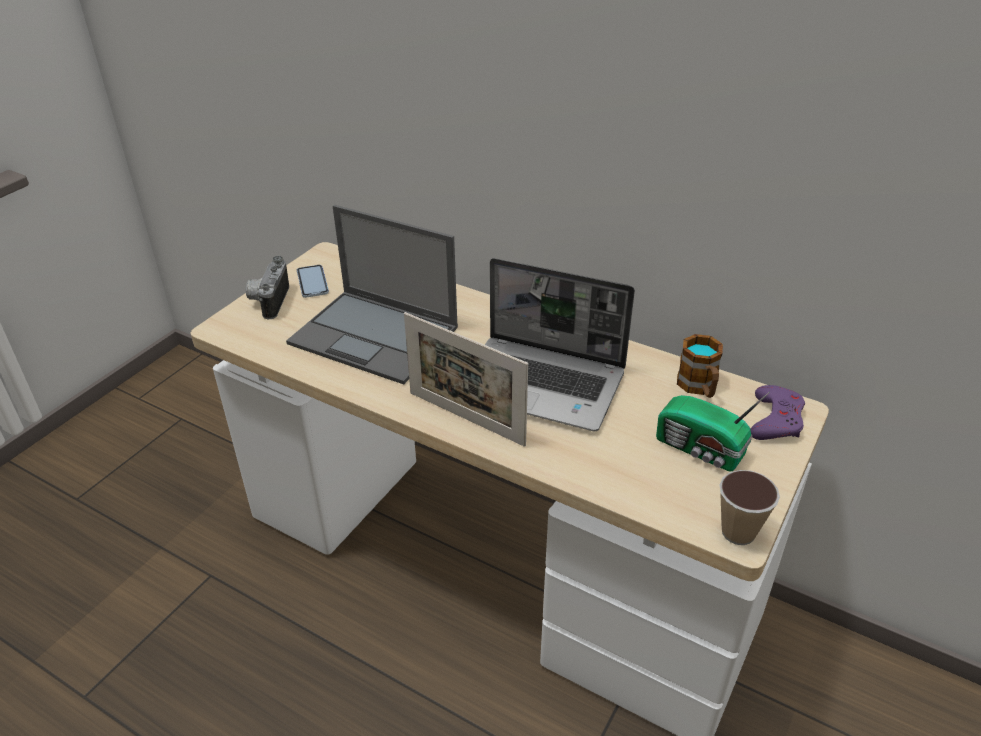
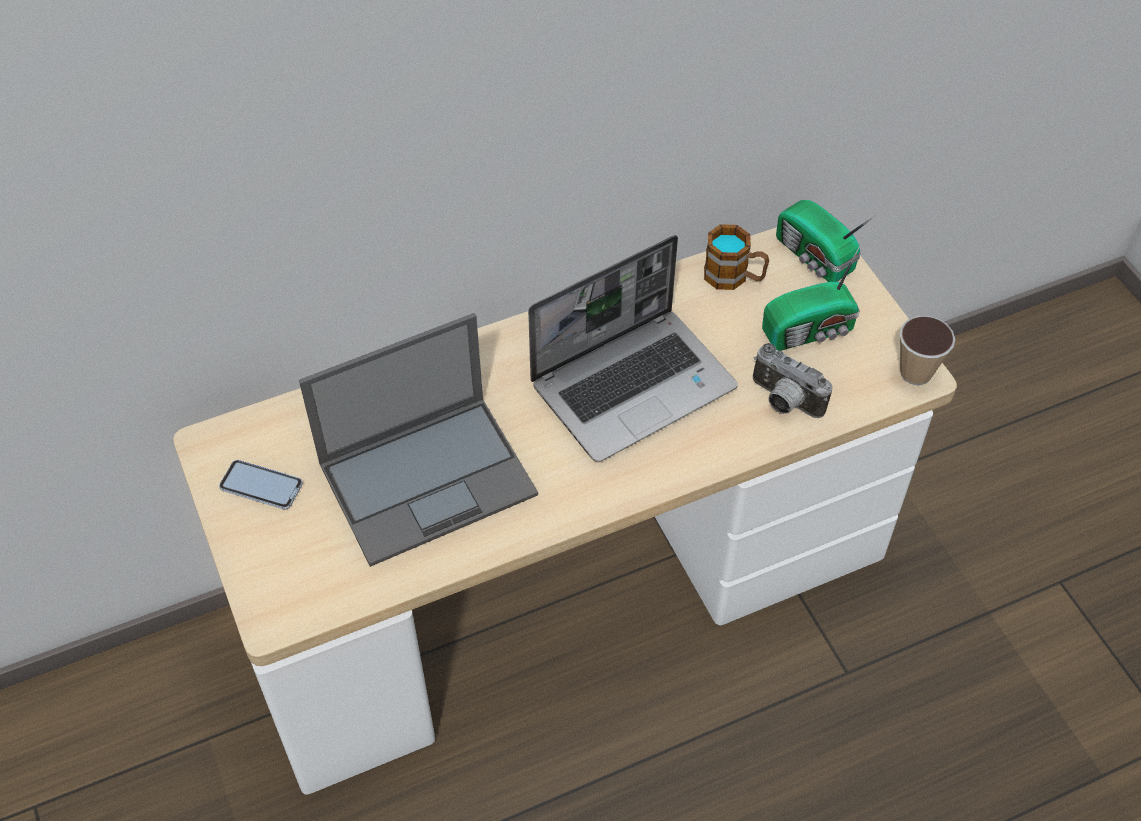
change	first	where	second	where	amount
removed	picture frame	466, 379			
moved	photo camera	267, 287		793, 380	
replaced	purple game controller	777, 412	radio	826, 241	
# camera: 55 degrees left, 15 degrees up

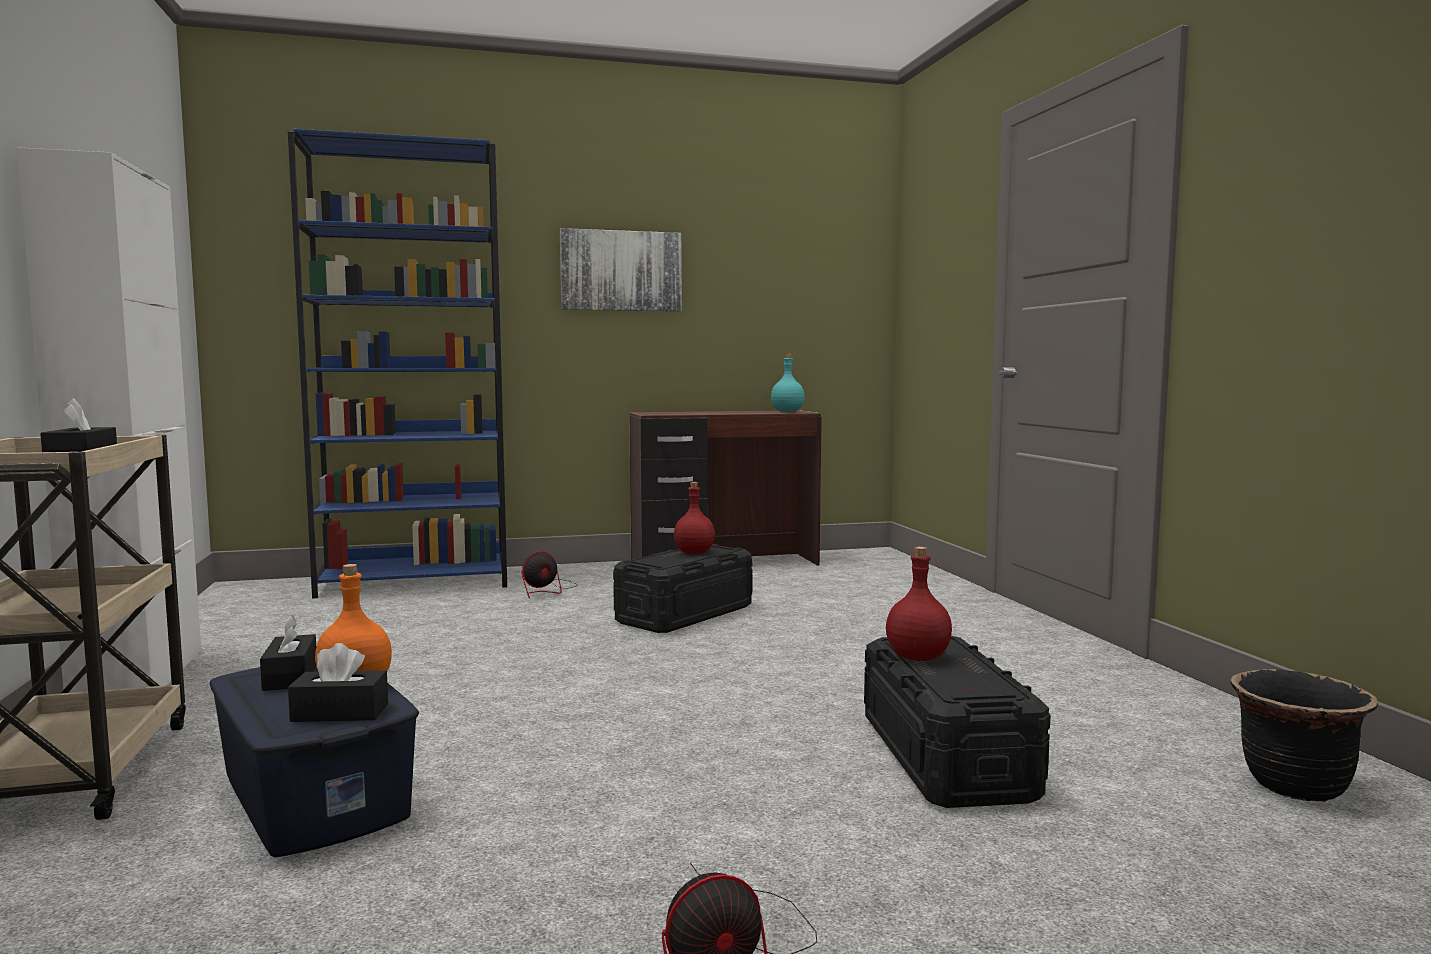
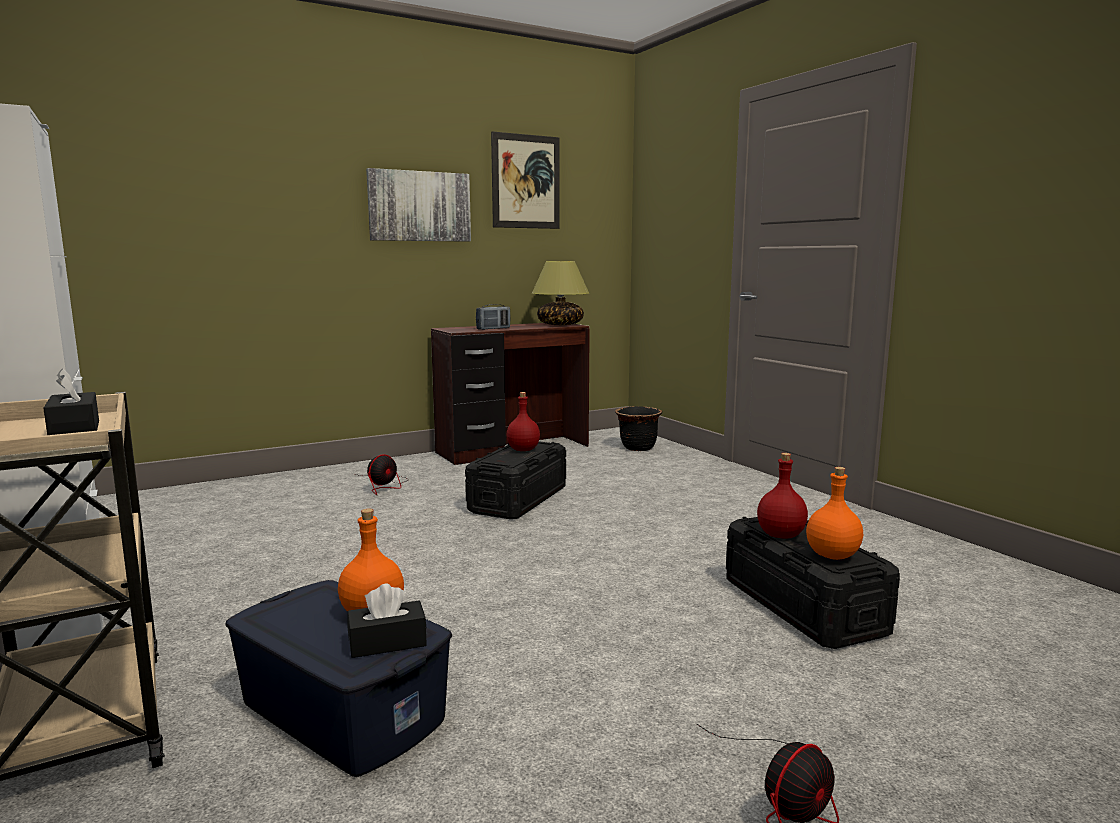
change	first	where	second	where	amount
removed	black tissue box	288, 653			
removed	blue bookcase	397, 364			
added			radio	493, 317	
added			picture	525, 180	
added			orange bottle	834, 513	
moved	black planter	1304, 735		638, 428	
replaced	turquoise bottle	788, 382	table lamp	560, 293	
# camera: 15 degrees left, 5 degrees up

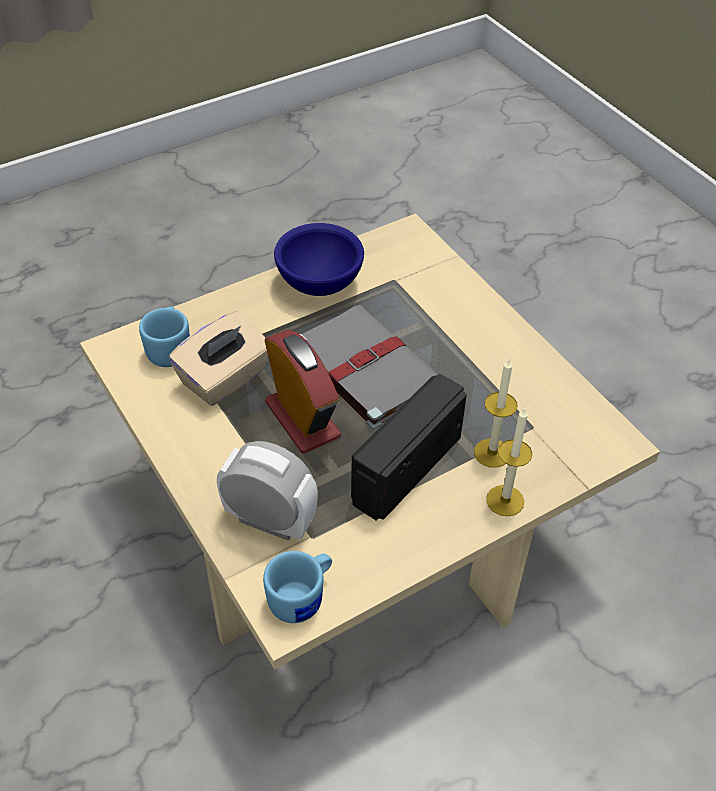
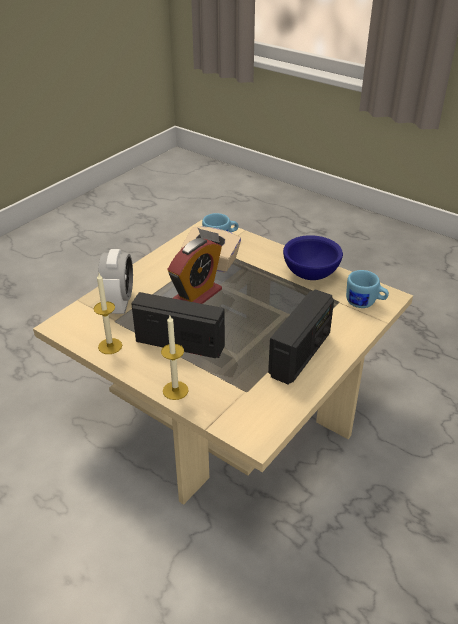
change	first	where	second	where	amount
removed	grey book	369, 367			
added			radio	301, 337	
moved	blue mug	297, 587		367, 289	
moved	candle	496, 413		108, 313	
# camera: 70 degrees right, 10 degrees down

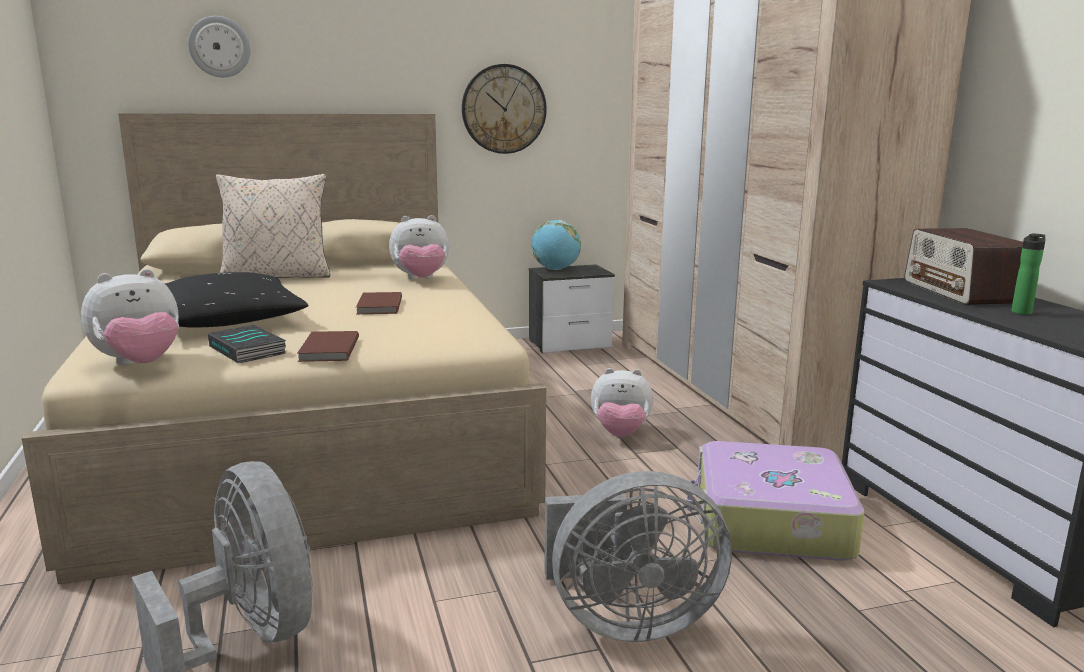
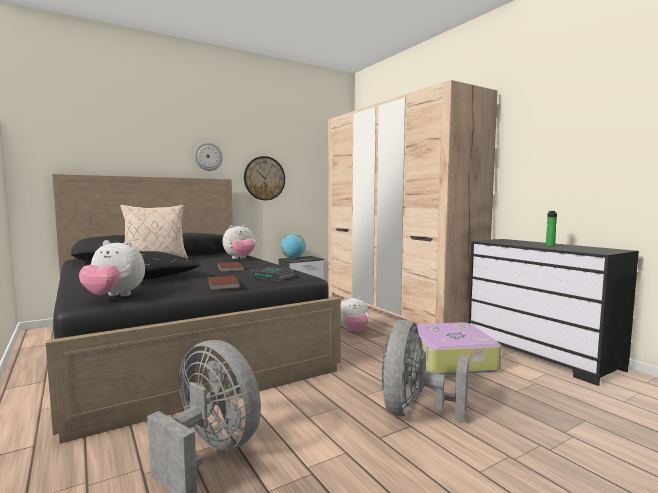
change	first	where	second	where	amount
removed	radio	963, 266			
moved	wall clock	219, 46		208, 156	
moved	book	246, 344		273, 274	
recoloured	beige bed	284, 348	black bed	193, 309	
turned	plush toy	130, 317		112, 268	60 degrees clockwise
turned	grey fan	638, 556		425, 370	135 degrees clockwise
# camera: 15 degrees left, 10 degrees down

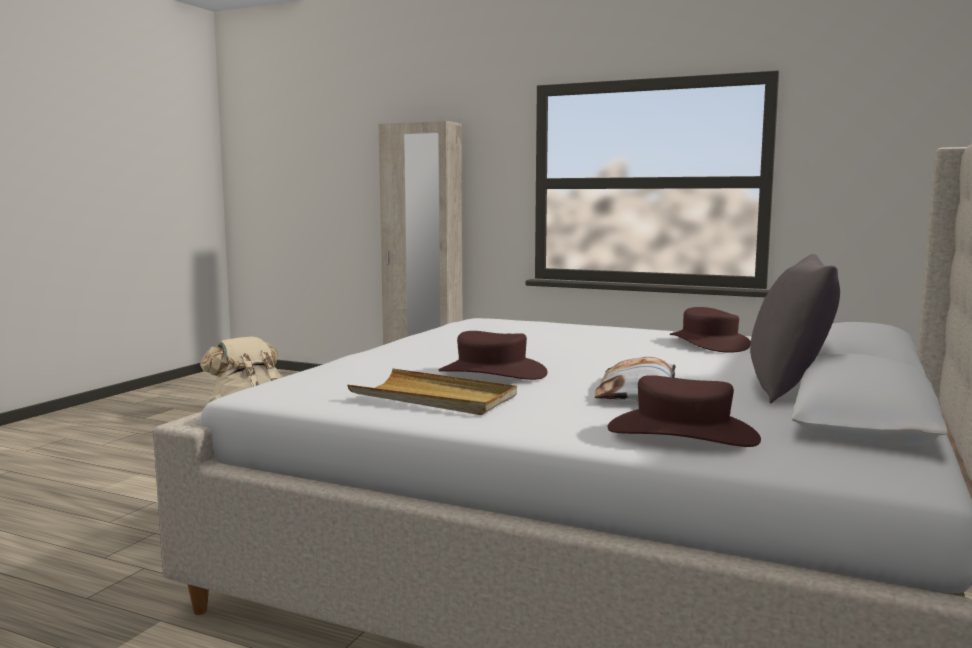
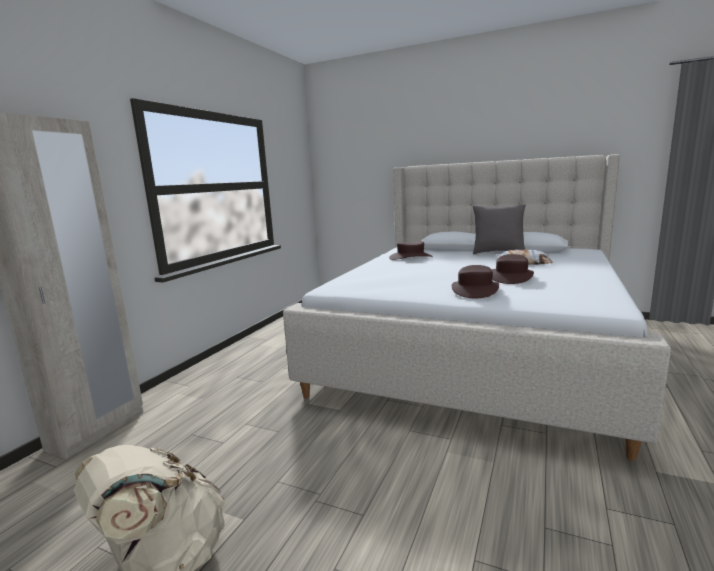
change	first	where	second	where	amount
removed	beige tray	432, 391			
moved	brown hat	684, 411		475, 281	
# camera: 90 degrees left, 5 degrees up

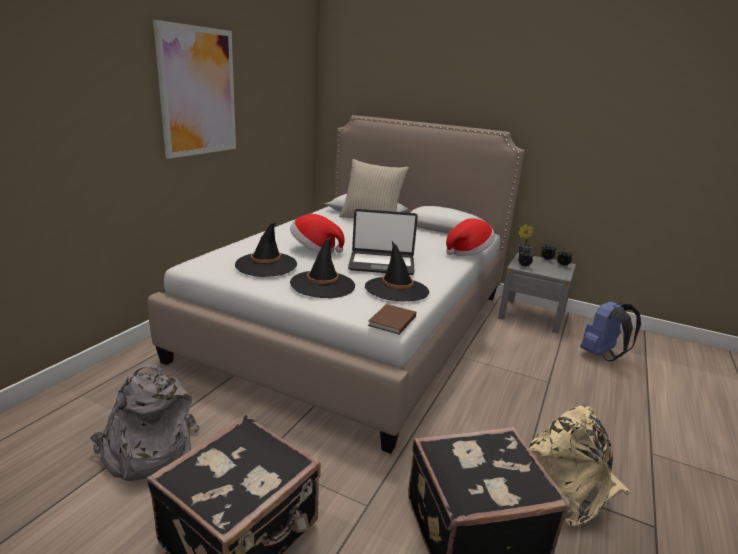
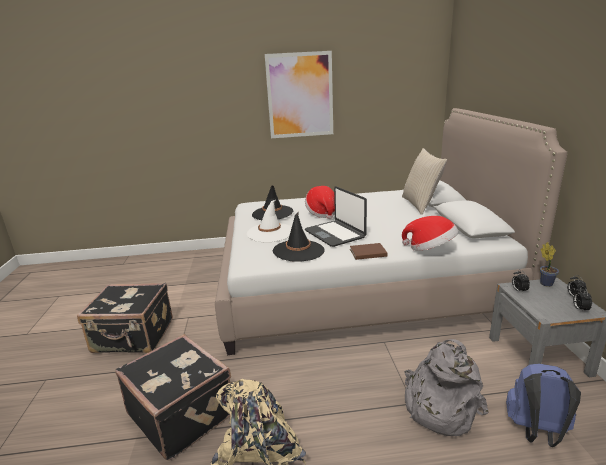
change	first	where	second	where	amount
moved	grey backpack	144, 422		447, 387	
moved	brown book	392, 319		369, 251	
recoloured	black hat	322, 267	white hat	269, 221	
# camera: 60 degrees right, 0 degrees up

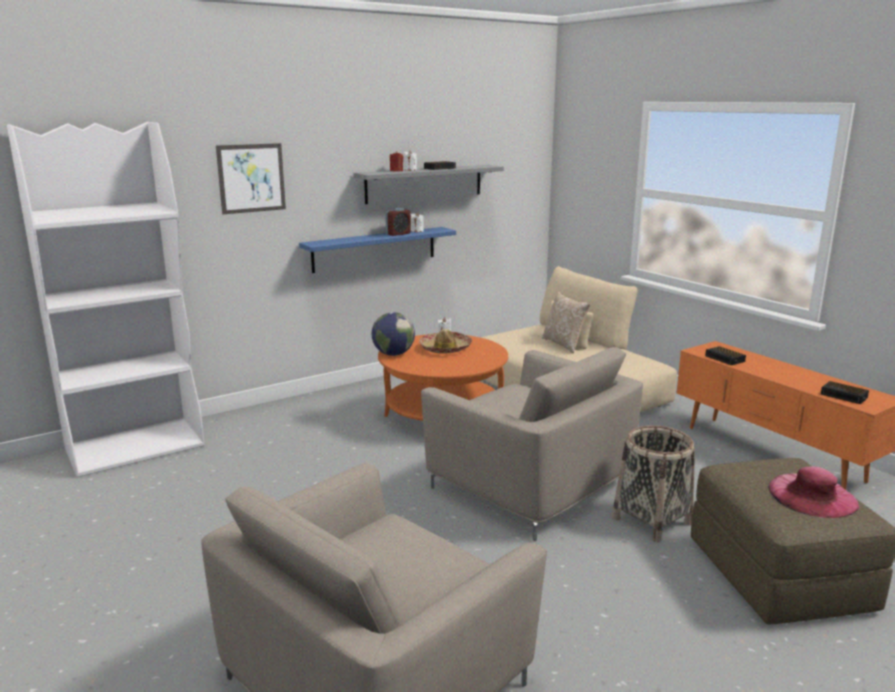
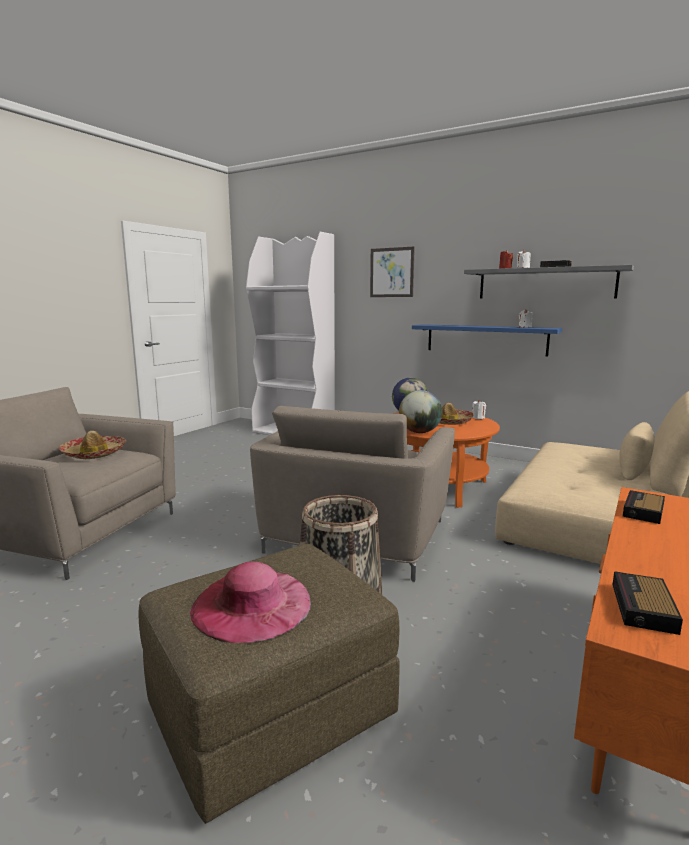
change	first	where	second	where	amount
removed	alarm clock	398, 222			
removed	pillow	566, 322			
added			hat	92, 445	
added			globe	420, 411	
# camera: 65 degrees right, 5 degrees down

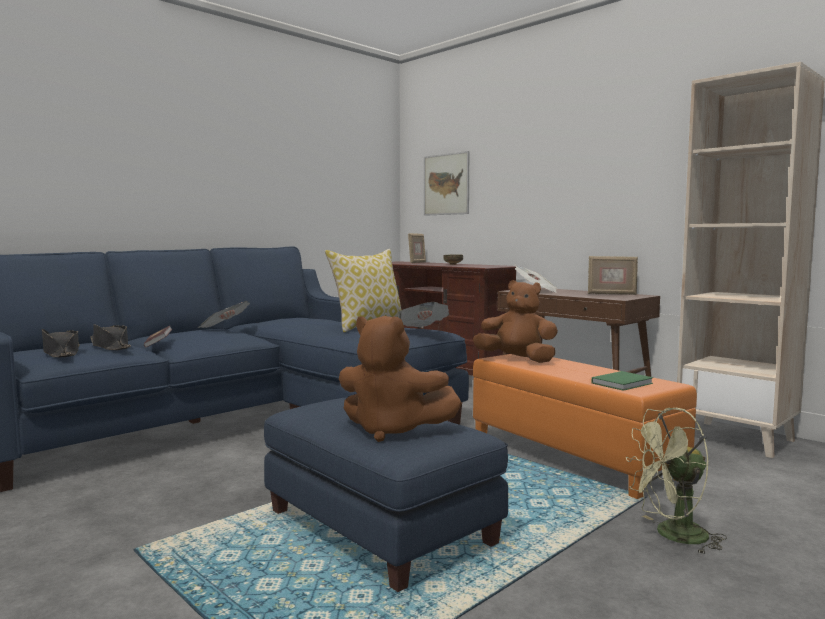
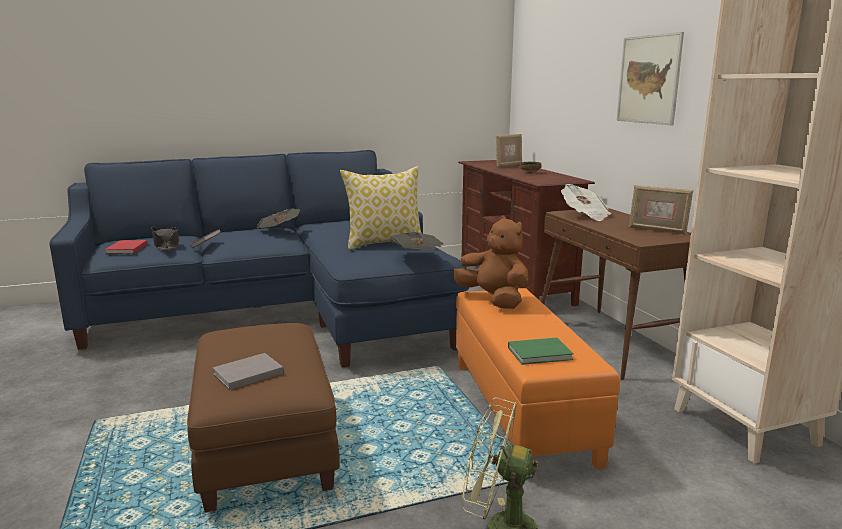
change	first	where	second	where	amount
moved	picture	446, 183		650, 78	
replaced	black hat	61, 343	red book	126, 247	
replaced	brown plush toy	400, 379	grey book	248, 371	
recoloured	blue ottoman	386, 494	brown ottoman	263, 417	
# camera: 25 degrees right, 10 degrees up

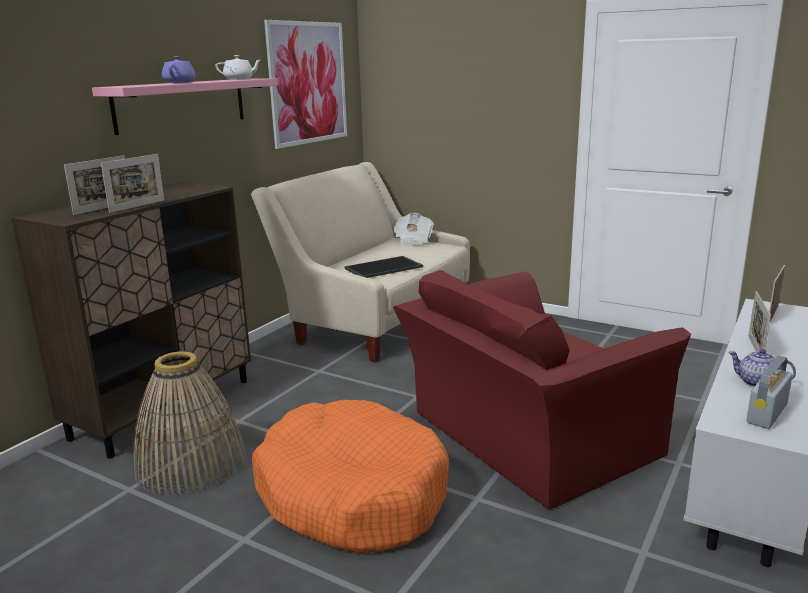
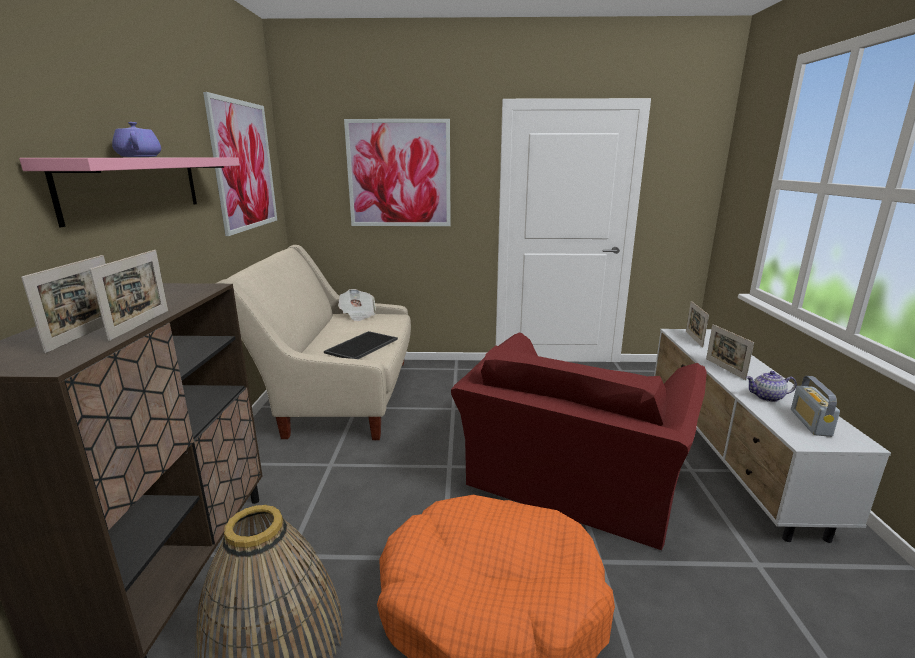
change	first	where	second	where	amount
removed	white teapot	238, 67			
added			picture	397, 172	
# camera: 30 degrees left, 0 degrees up

